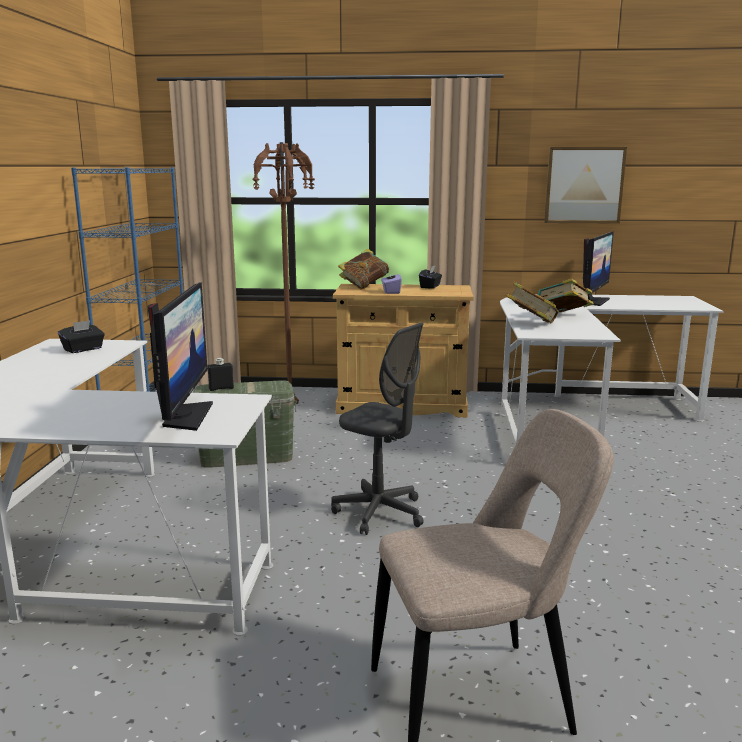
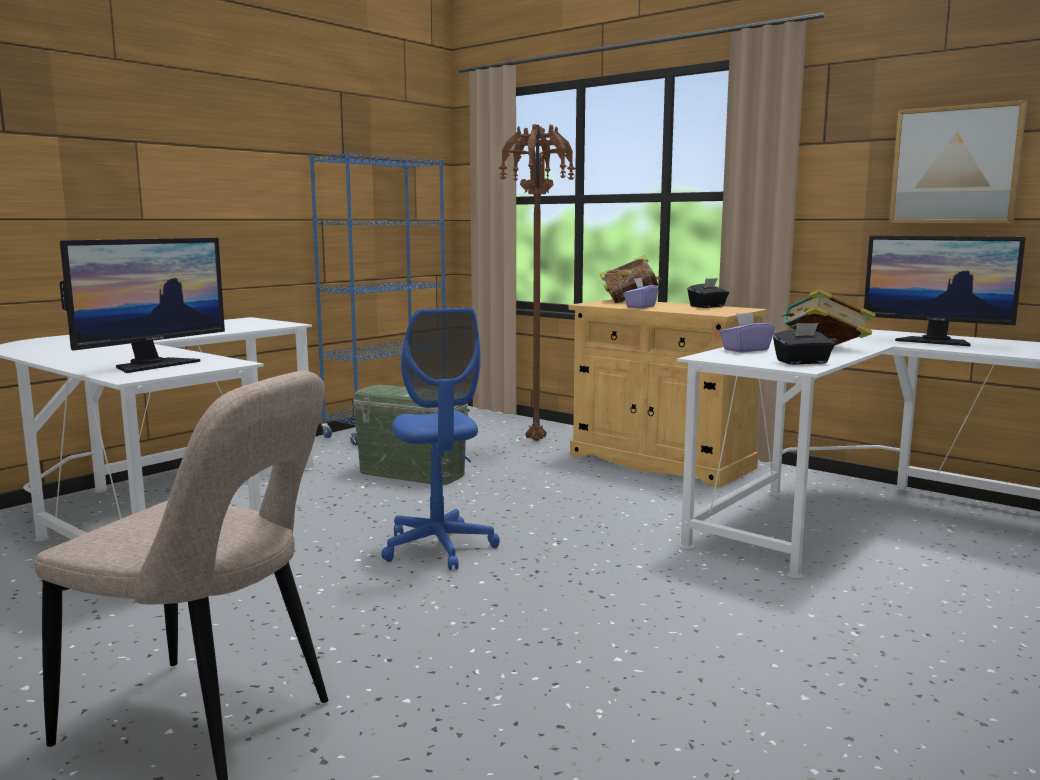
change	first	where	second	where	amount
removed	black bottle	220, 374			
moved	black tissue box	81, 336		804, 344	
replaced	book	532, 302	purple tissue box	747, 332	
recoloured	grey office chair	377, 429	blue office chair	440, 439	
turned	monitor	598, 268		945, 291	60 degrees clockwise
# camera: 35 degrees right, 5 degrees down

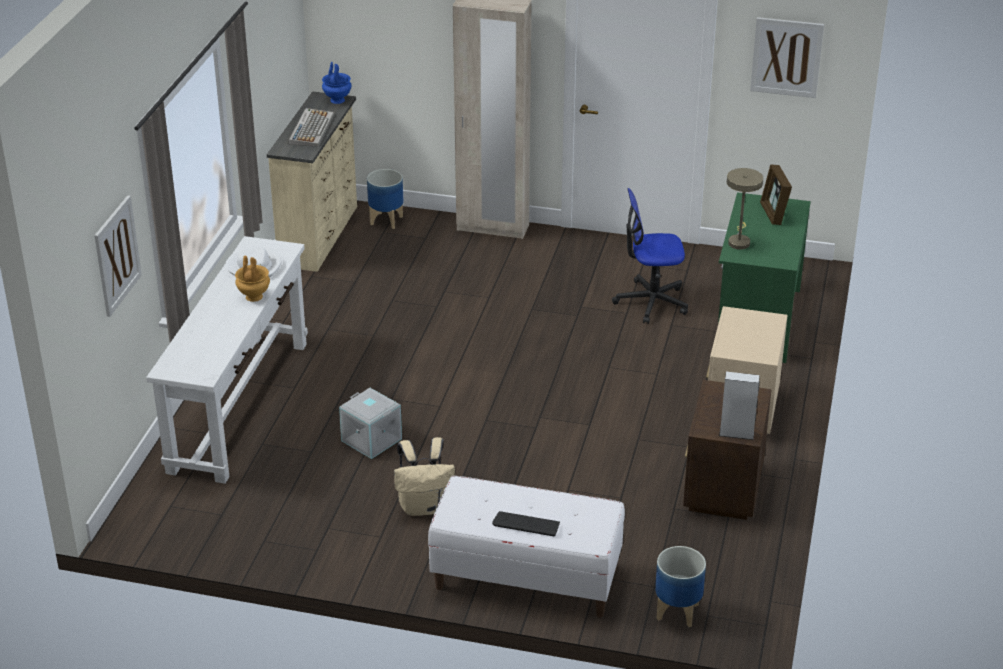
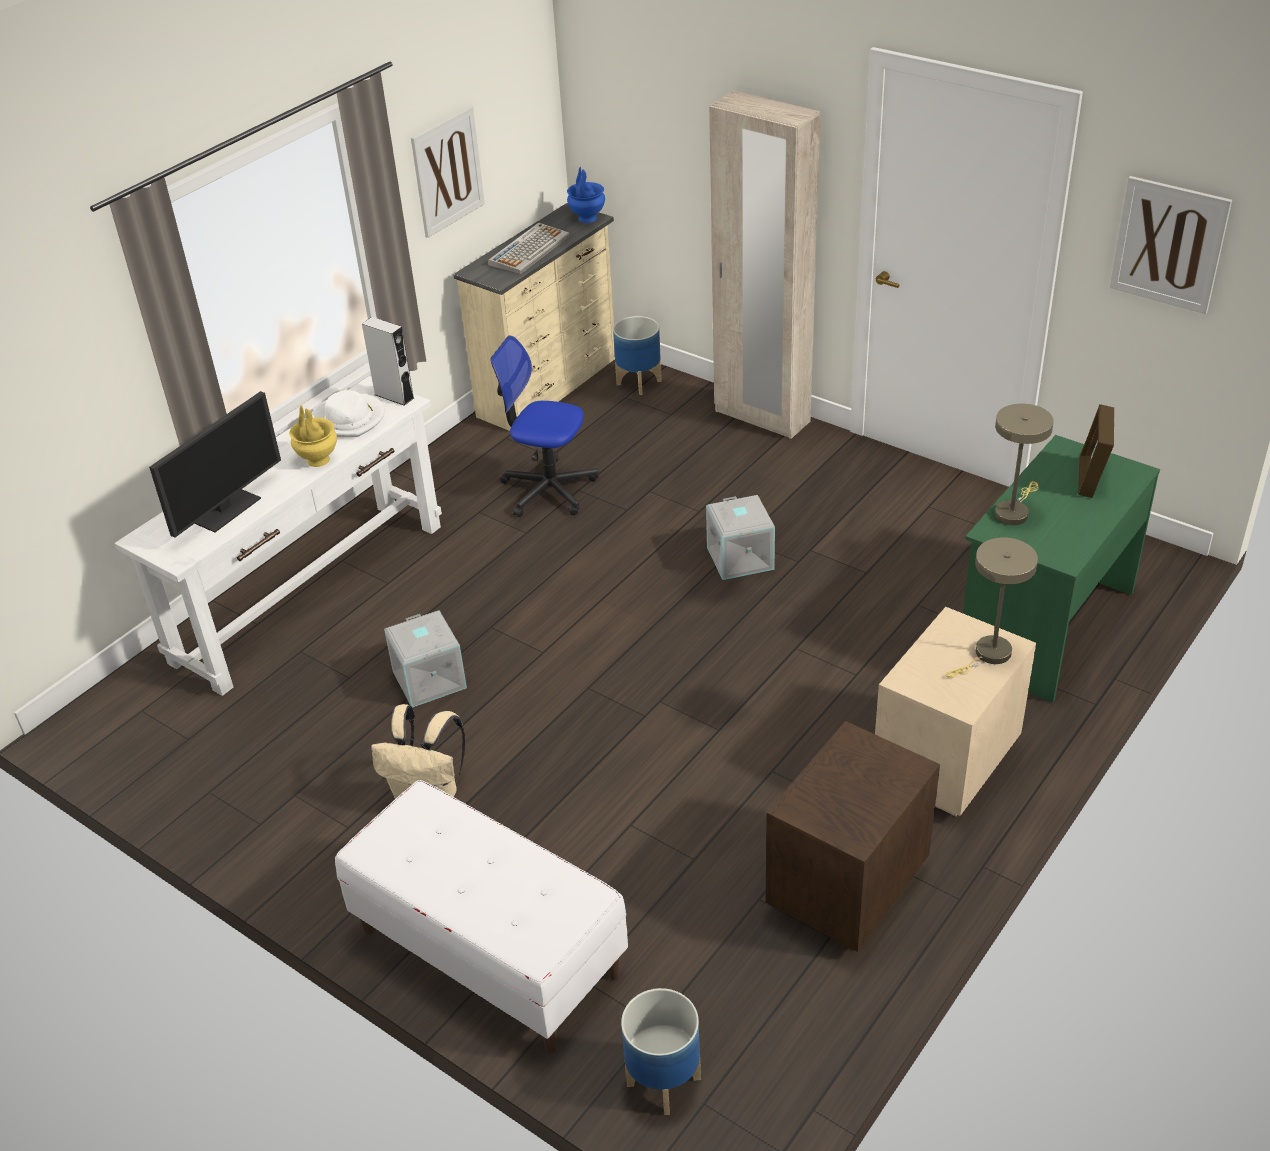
change	first	where	second	where	amount
removed	keyboard	526, 523			
added			monitor	215, 464	
added			grey storage box	740, 537	
added			beige table lamp	991, 607	
moved	picture	118, 256		448, 172	
moved	office chair	650, 256		544, 426	
moved	grey speaker	739, 406		388, 361	
recoloured	brown vase	252, 279	yellow vase	313, 436	
# camera: 25 degrees right, 5 degrees up

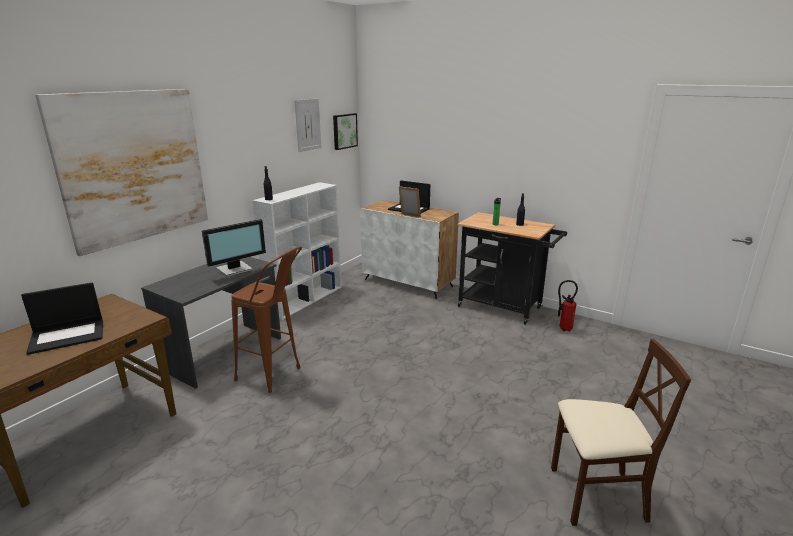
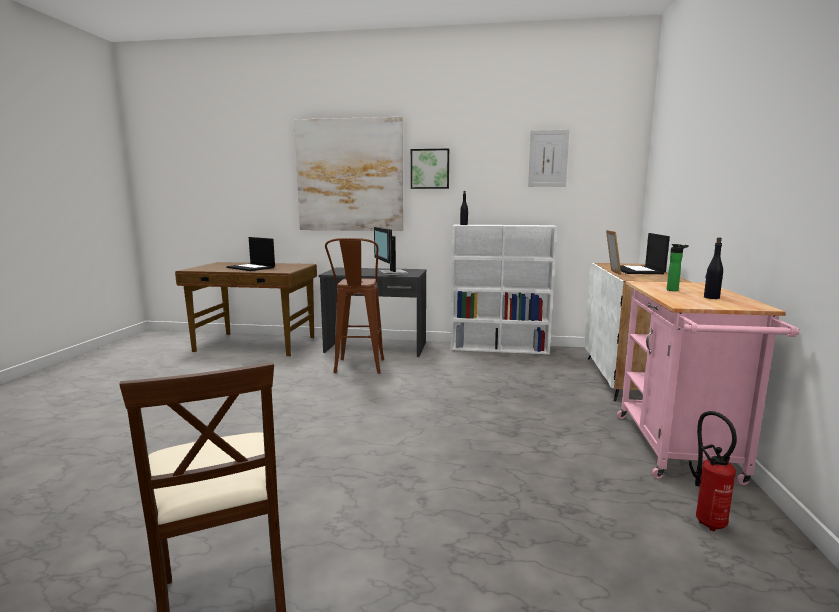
change	first	where	second	where	amount
moved	picture	345, 131		430, 169	
recoloured	black cart	512, 268	pink cart	708, 383	
turned	monitor	234, 248		391, 251	45 degrees clockwise
# camera: 65 degrees right, 10 degrees down

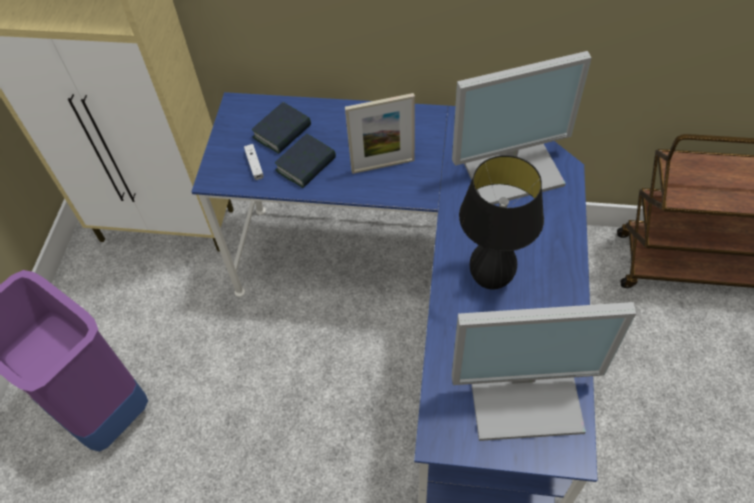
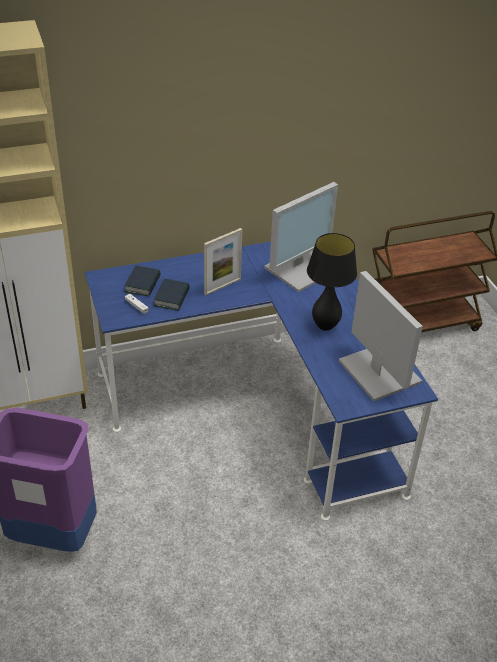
change	first	where	second	where	amount
turned	monitor	544, 371		381, 336	90 degrees counterclockwise
# camera: 30 degrees left, 15 degrees down

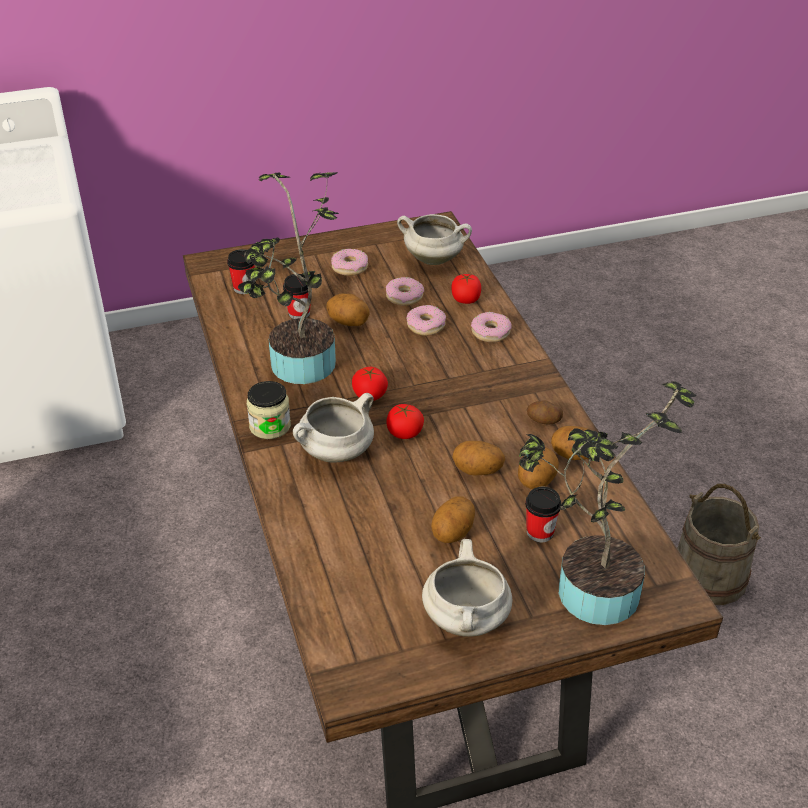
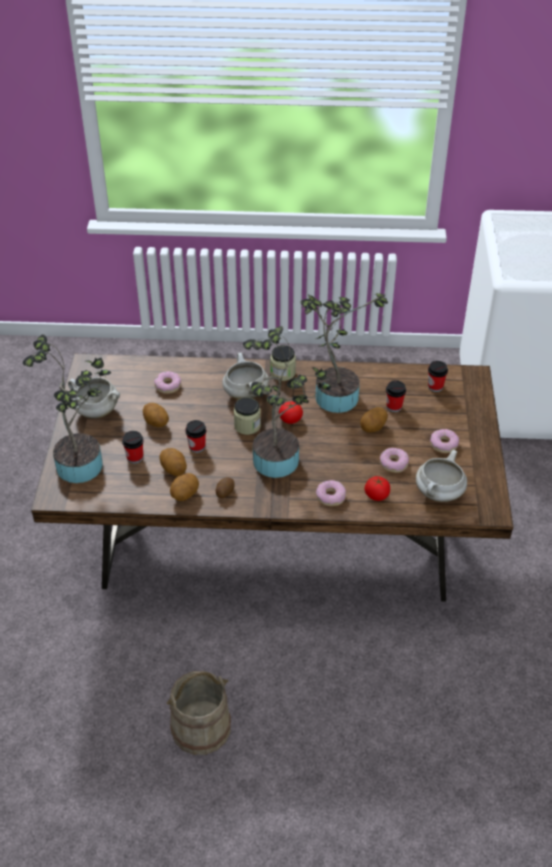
change	first	where	second	where	amount
added			potted plant	287, 402	
moved	donut	426, 320		167, 382	
replaced	tomato	405, 421	jar	247, 416	
replaced	potato	479, 458	cup	195, 436	
# camera: 110 degrees right, 5 degrees up

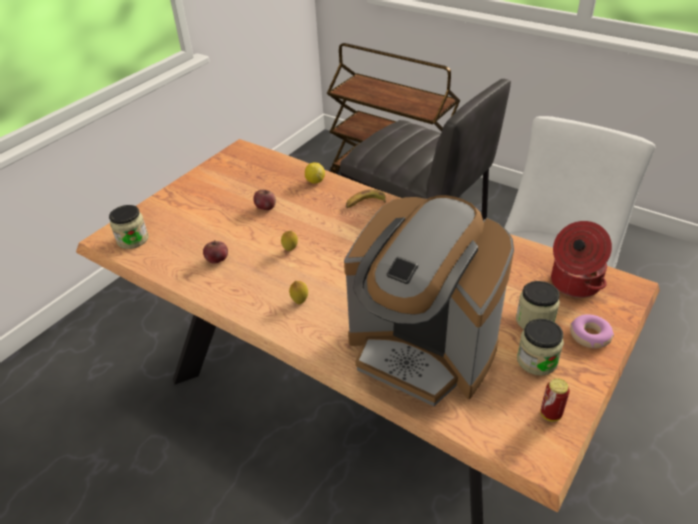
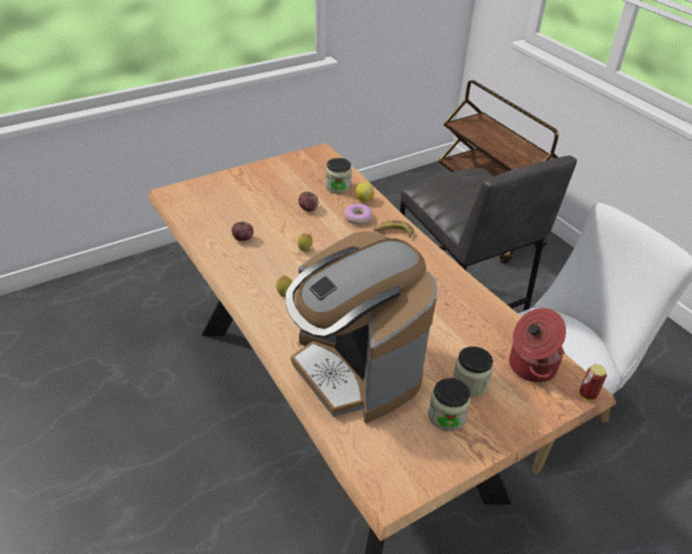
change	first	where	second	where	amount
moved	jar	128, 227		338, 176	
moved	can	555, 399		593, 382	
moved	donut	592, 331		358, 214	
# camera: 20 degrees right, 0 degrees up

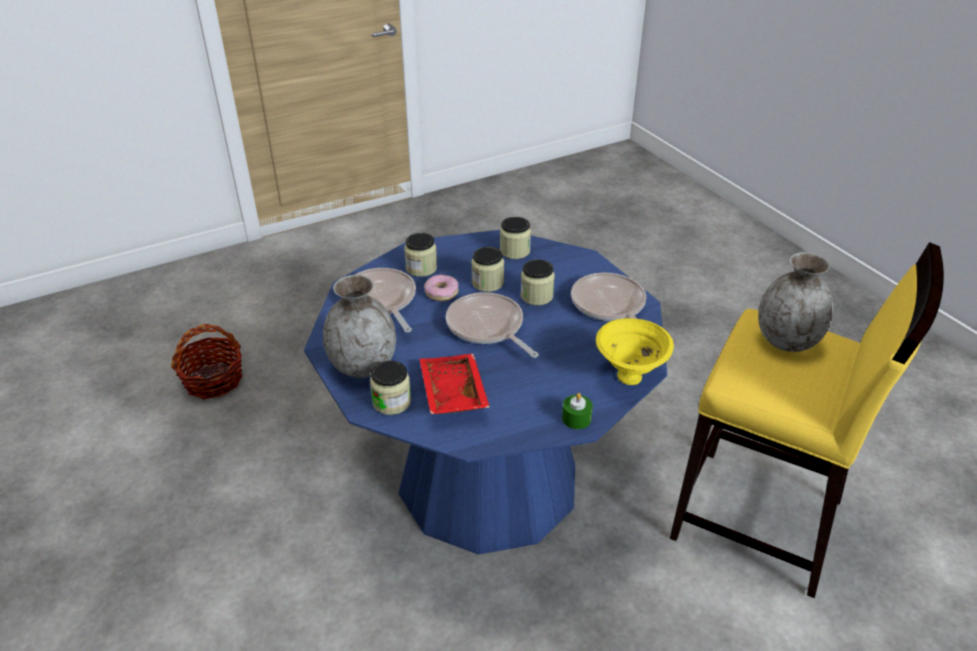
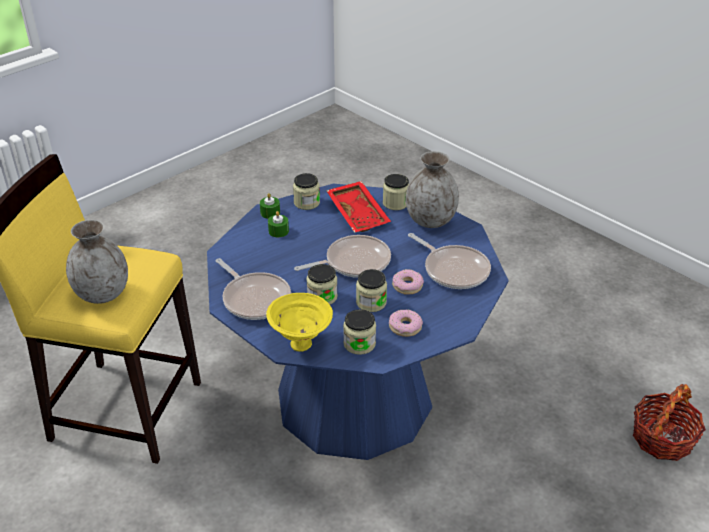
change	first	where	second	where	amount
added			green candle	278, 224	
added			donut	406, 323	
moved	jar	420, 255		306, 191	
moved	yellow bowl	635, 351		299, 322	
turned	frying pan	492, 325		342, 256	60 degrees counterclockwise
# camera: 165 degrees right, 0 degrees up

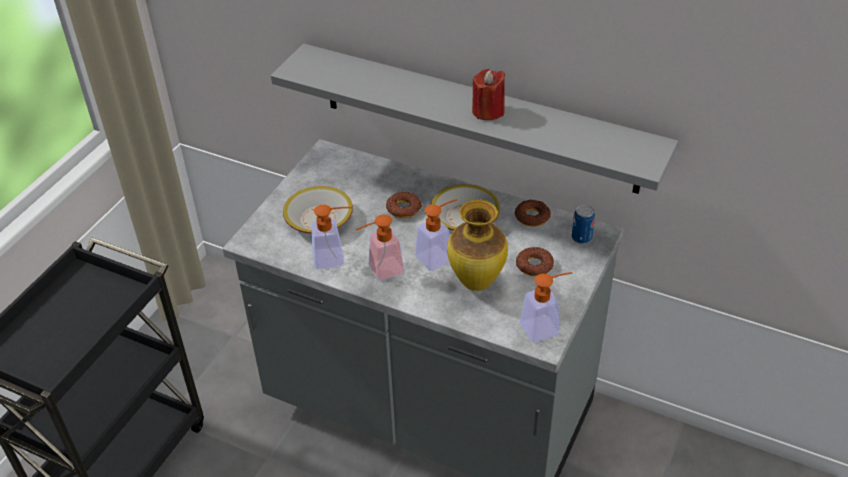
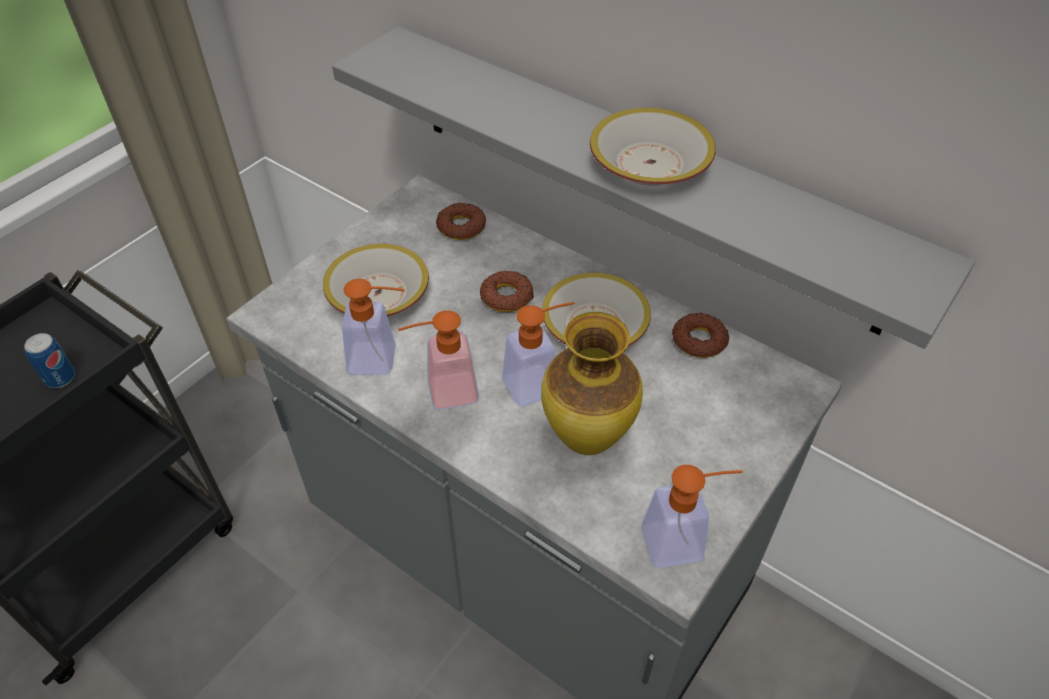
change	first	where	second	where	amount
moved	donut	535, 261		461, 221	
moved	can	583, 224		49, 360	
replaced	red candle	488, 94	bowl	653, 147	
# camera: 10 degrees right, 5 degrees up

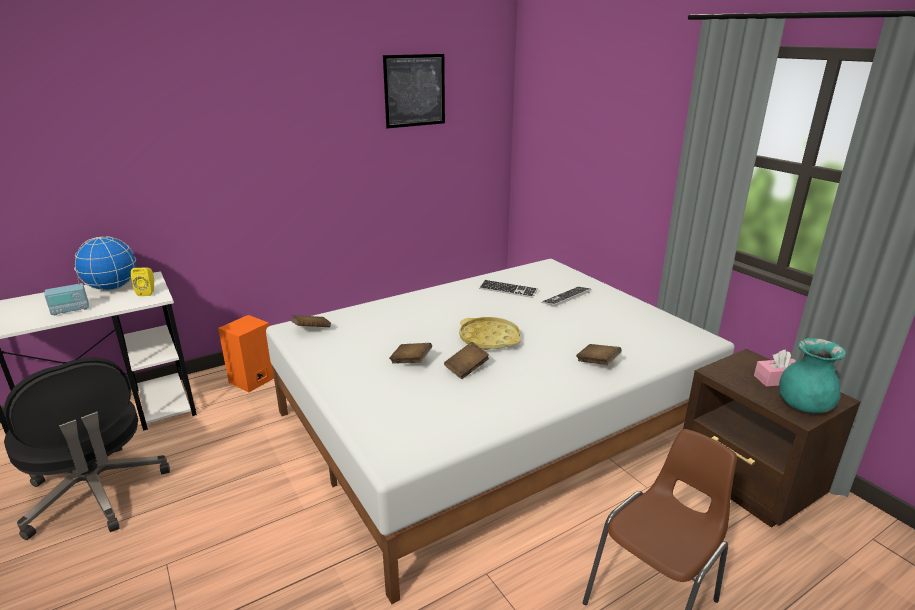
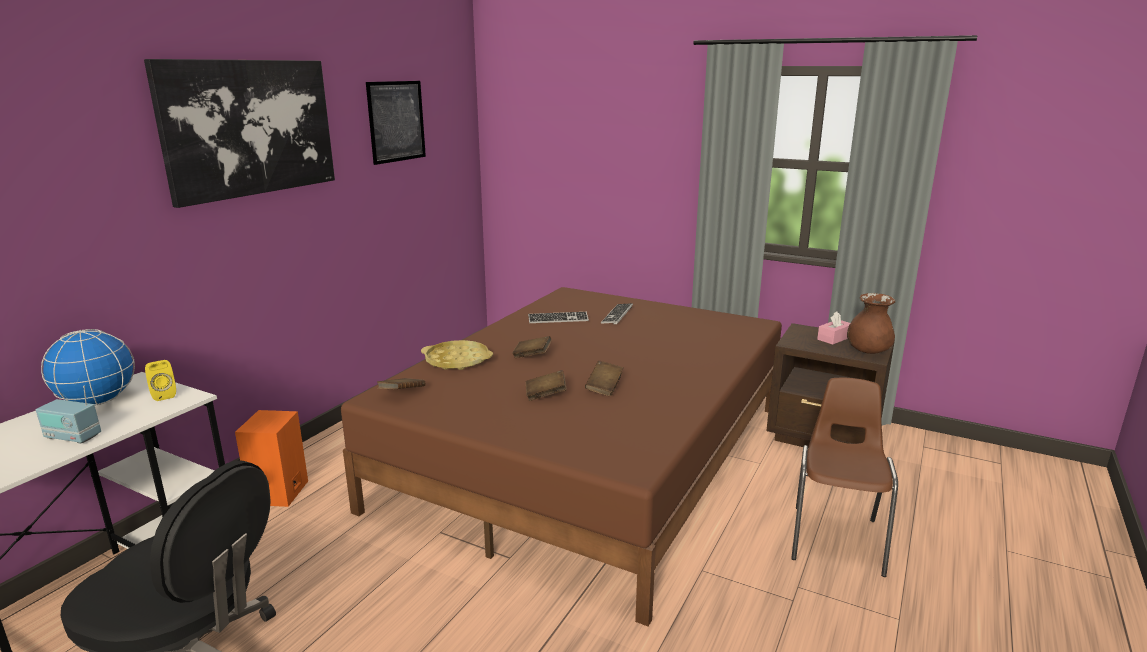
change	first	where	second	where	amount
added			picture	239, 133	
moved	yellow tray	490, 333		457, 355	
moved	brown book	599, 354		532, 347	
recoloured	white bed	500, 431	brown bed	561, 456	
recoloured	turquoise vase	812, 375	brown vase	871, 323	
turned	radio	66, 292		68, 414	75 degrees clockwise
# camera: 30 degrees left, 5 degrees down

